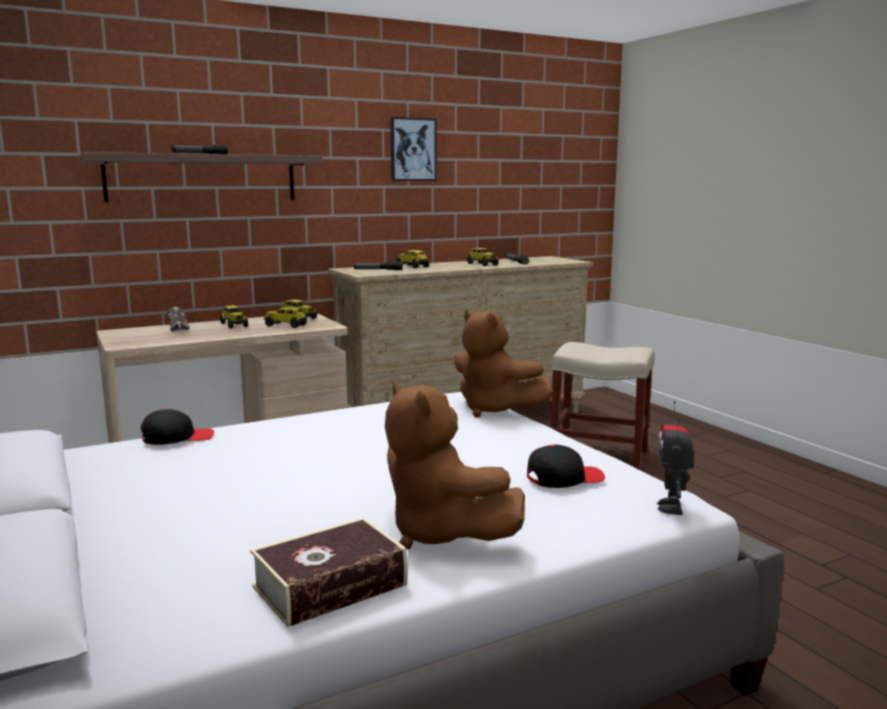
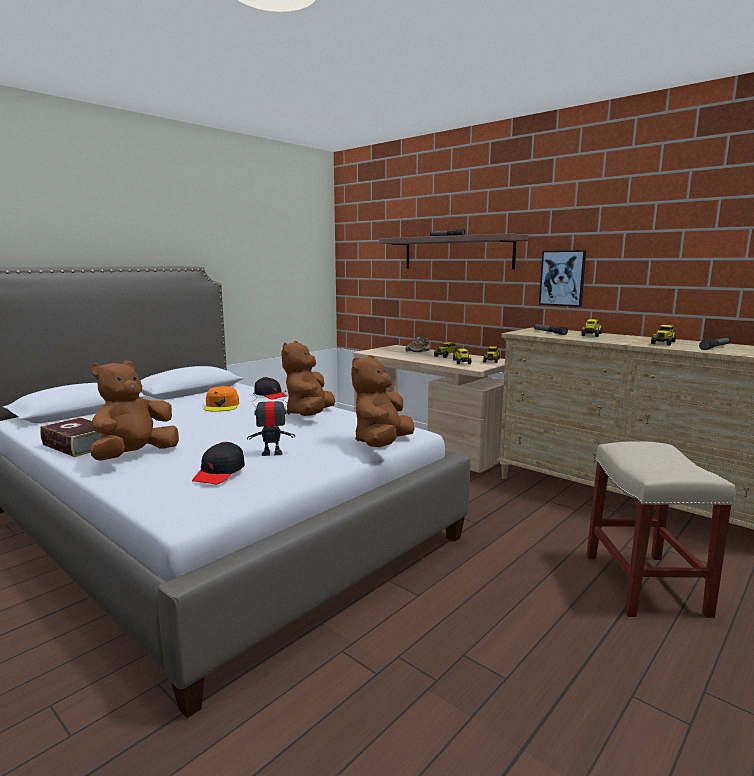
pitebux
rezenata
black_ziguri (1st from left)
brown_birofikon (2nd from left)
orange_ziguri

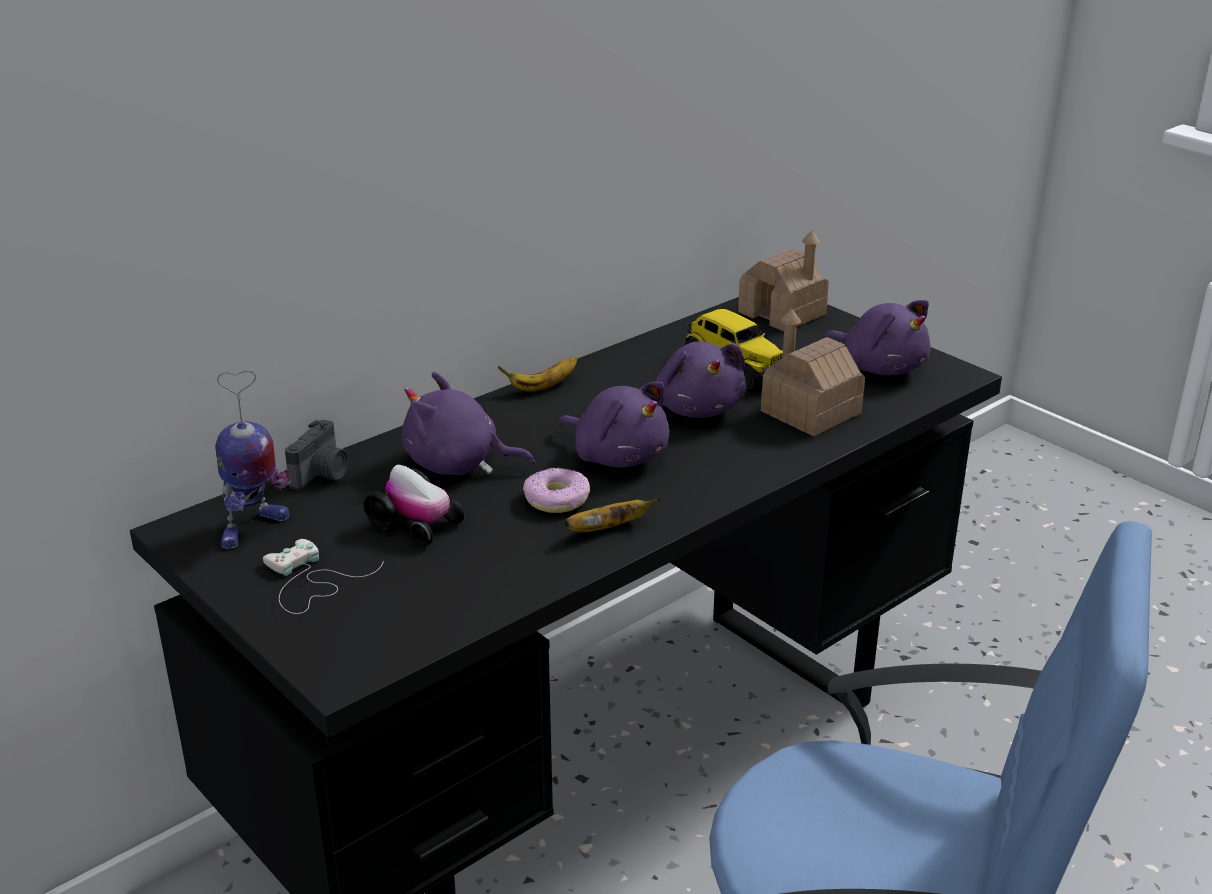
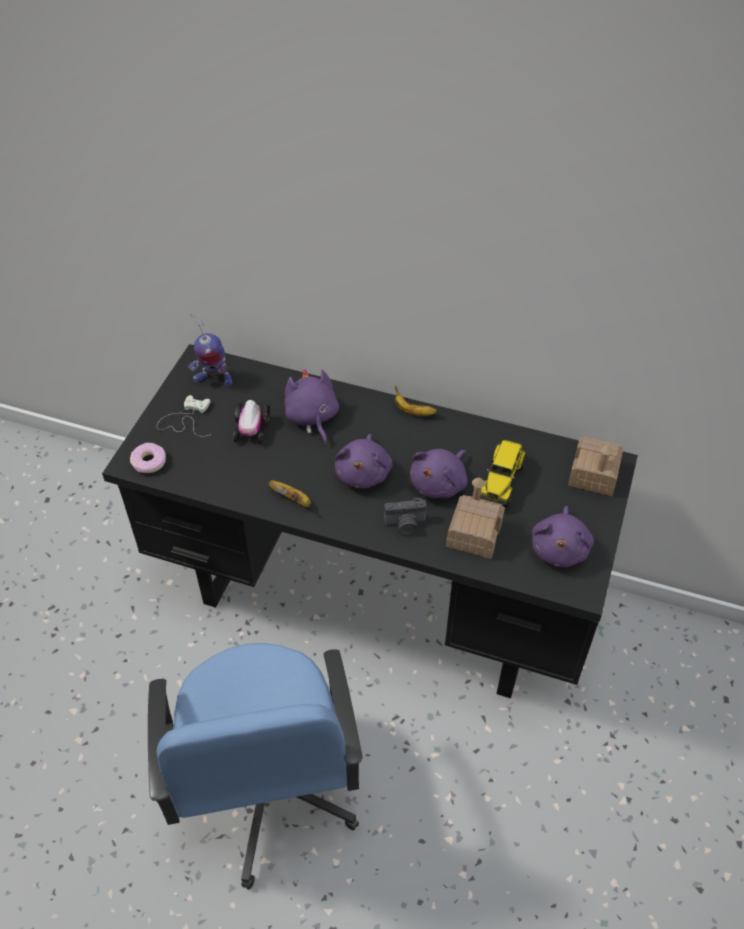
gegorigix
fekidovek

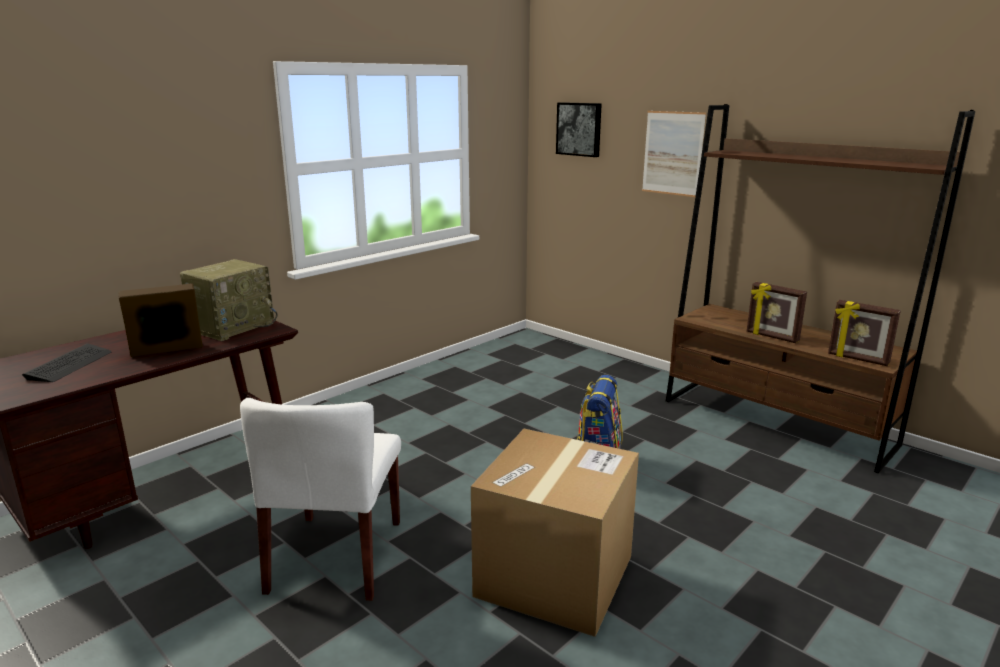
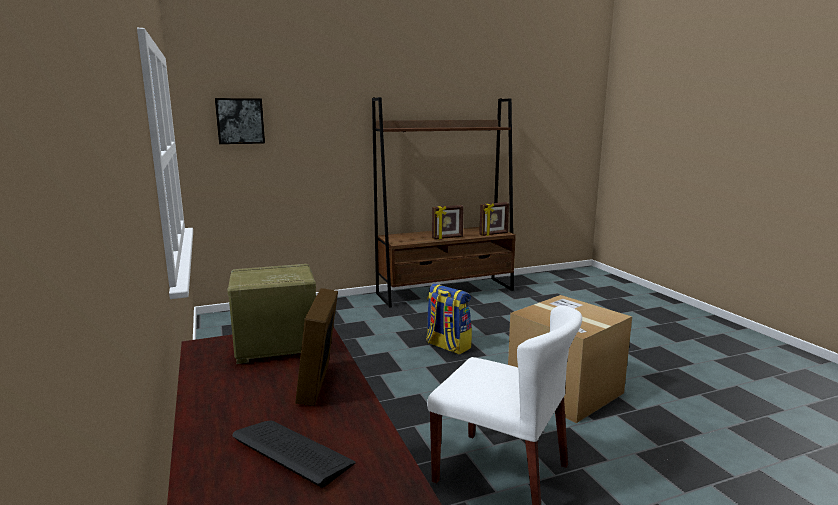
pitebux (2nd from left in the first image)
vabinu

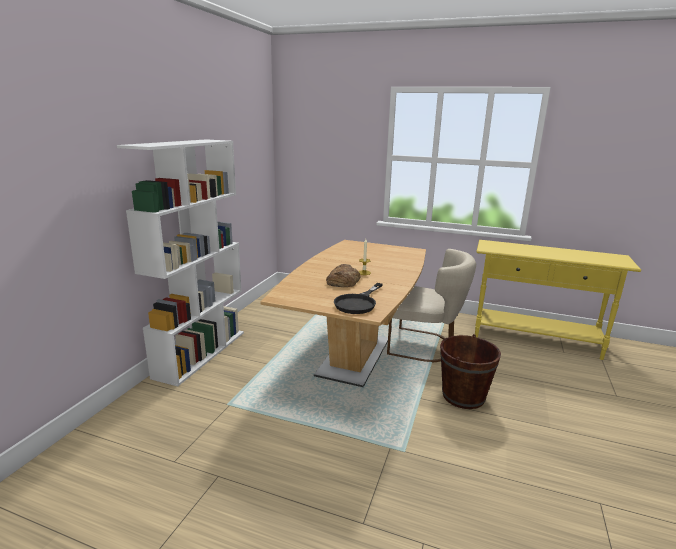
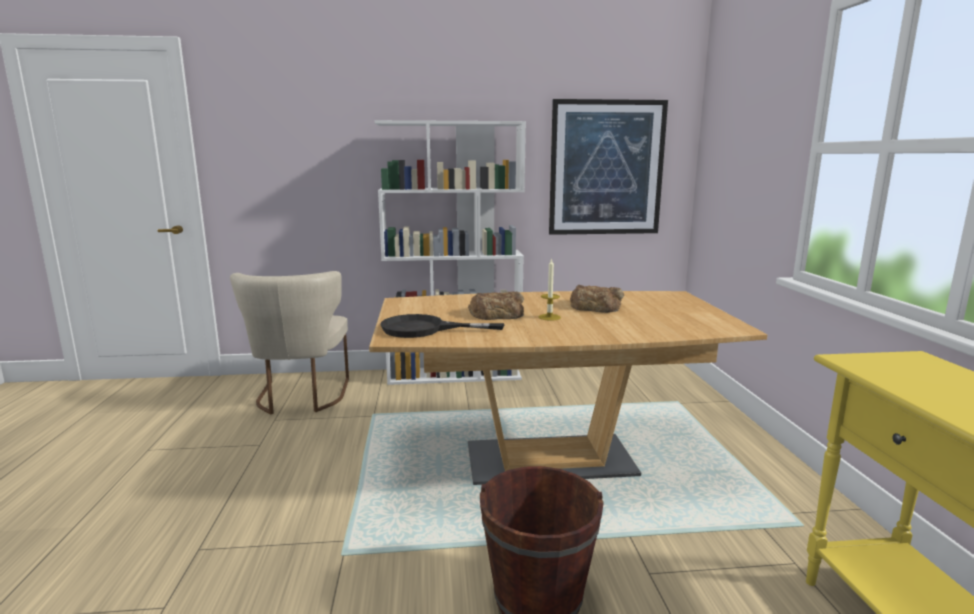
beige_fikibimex
pitebux
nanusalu (2nd from left)

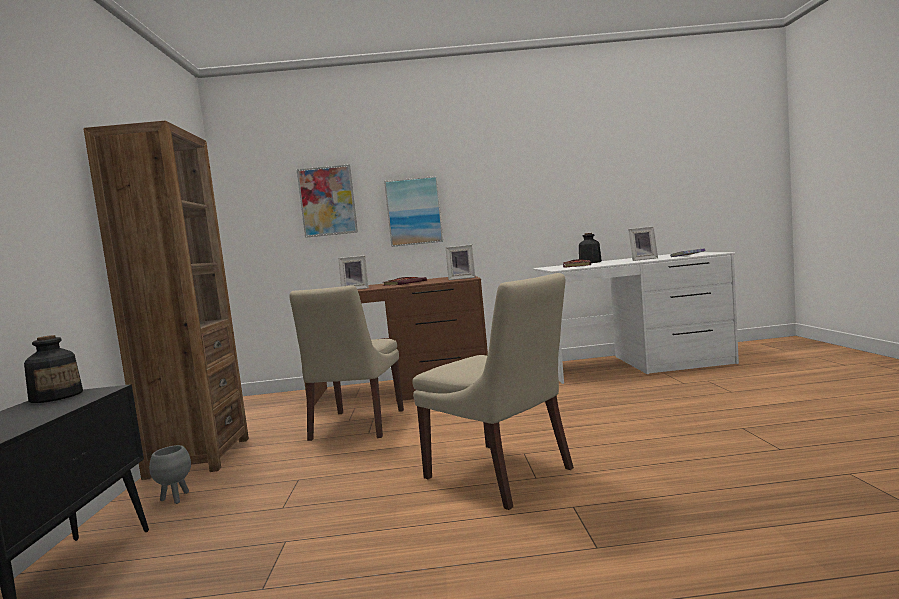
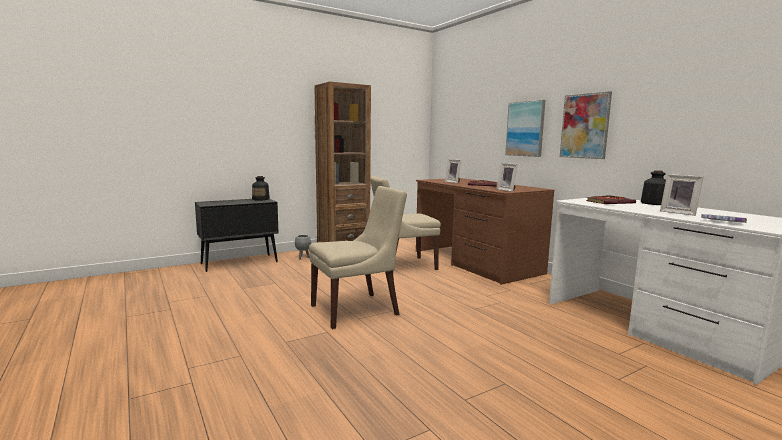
pitebux (2nd from left)
beige_fikibimex (1st from left)

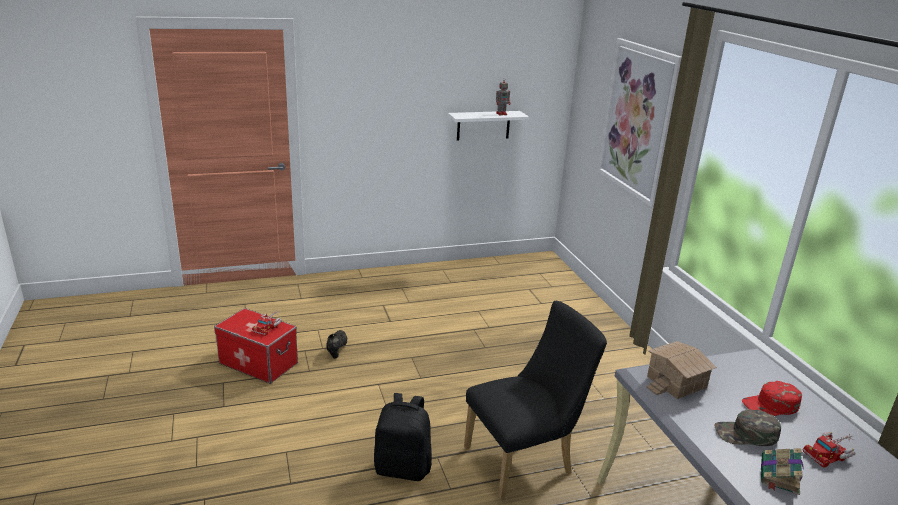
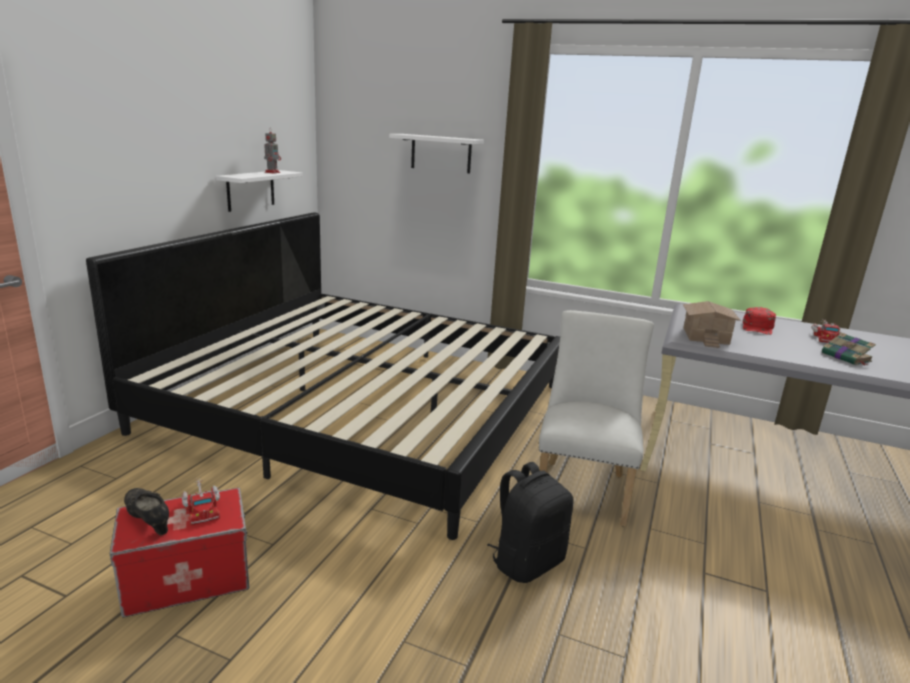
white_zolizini (2nd from left)
white_fikibimex
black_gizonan
green_ziguri
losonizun

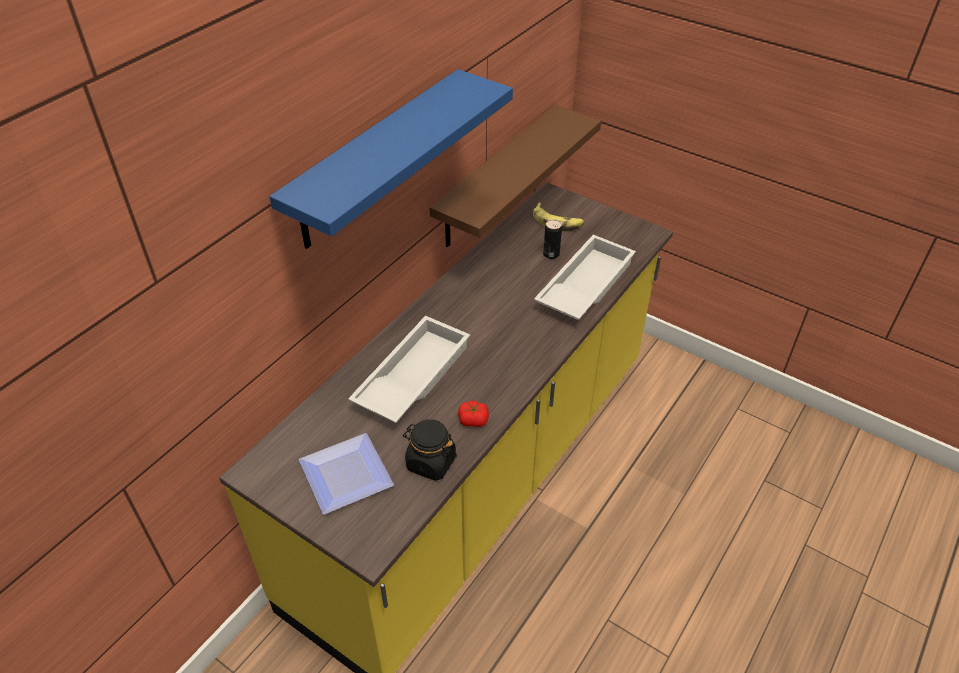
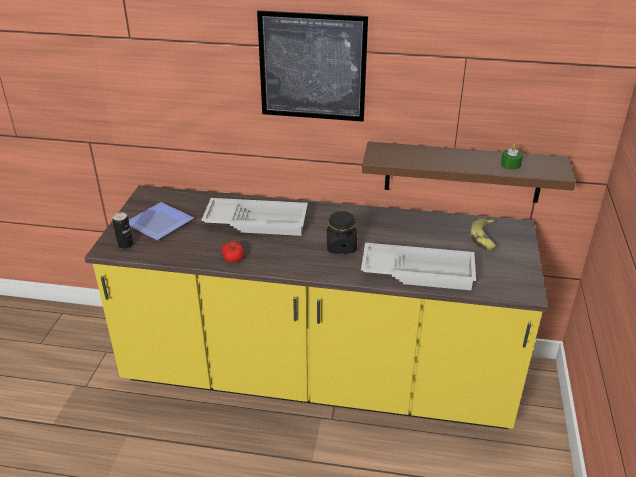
pitebux
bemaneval
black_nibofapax
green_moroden

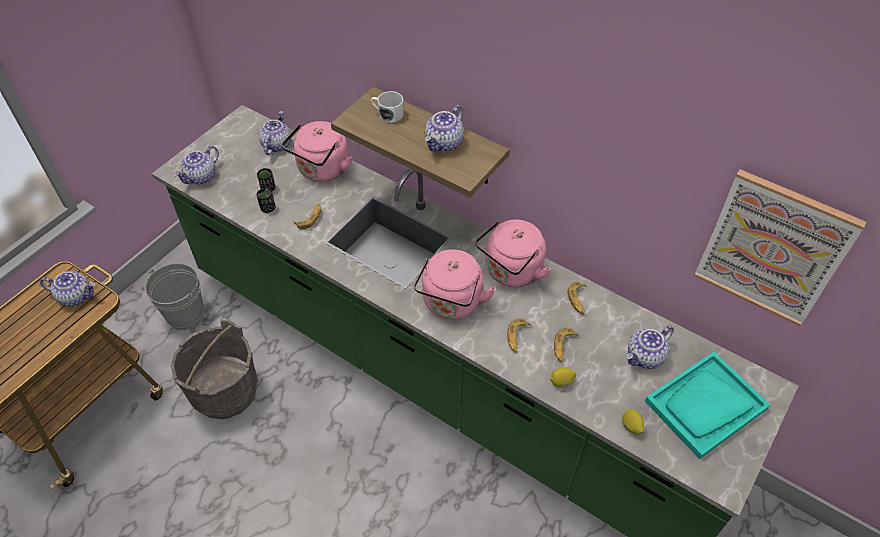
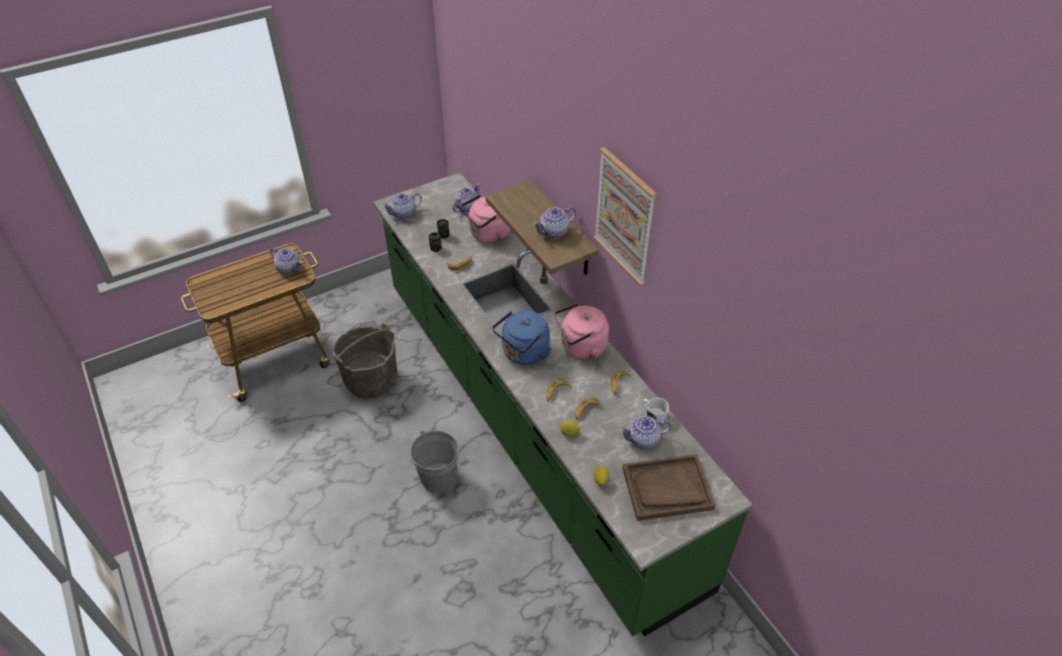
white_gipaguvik
pitebux
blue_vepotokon
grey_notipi (2nd from left)
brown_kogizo

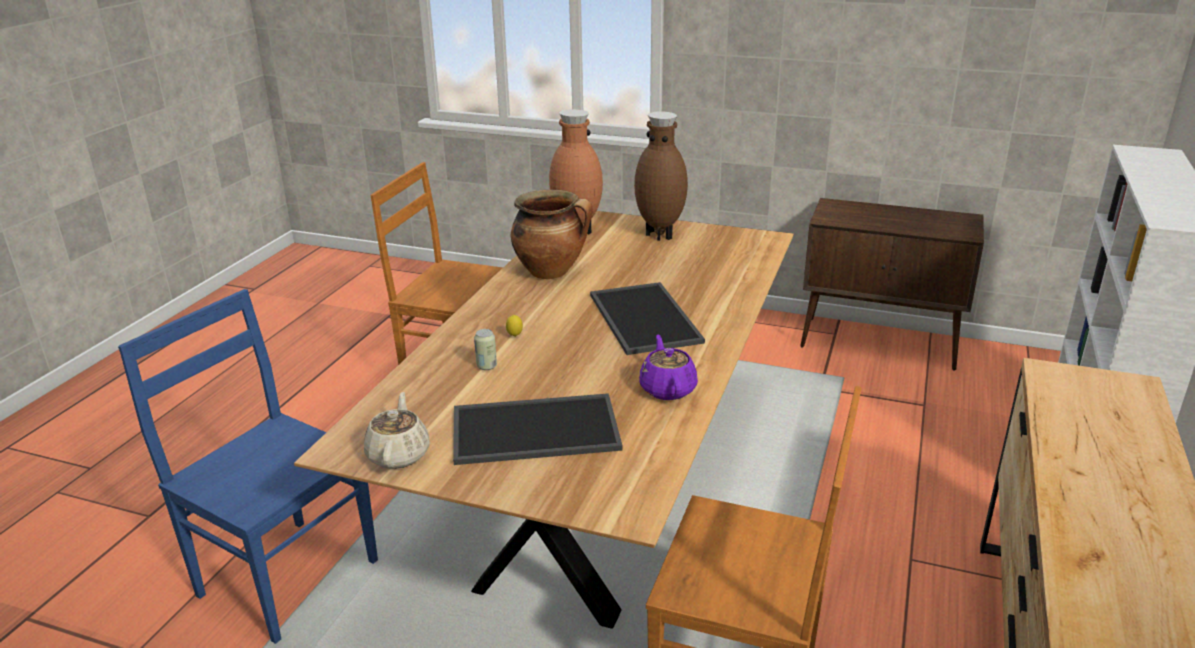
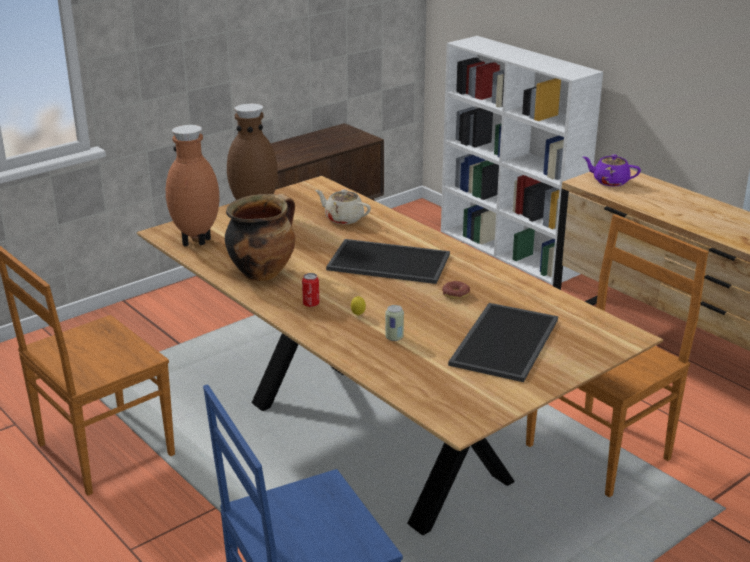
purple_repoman
beige_repoman
bemaneval (1st from left)
fekidovek

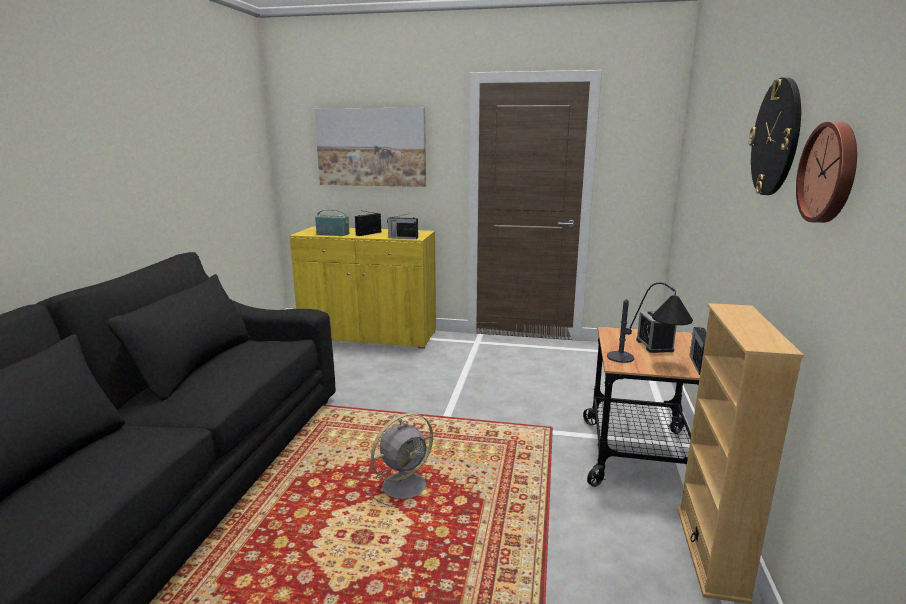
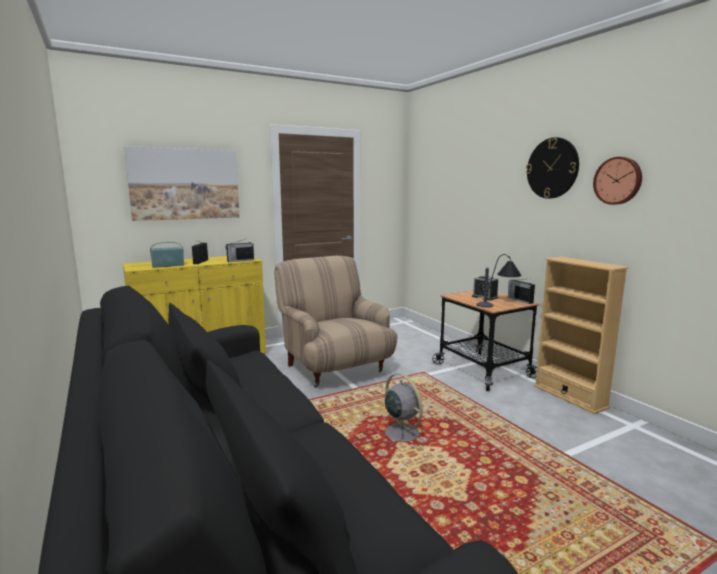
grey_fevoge
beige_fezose

